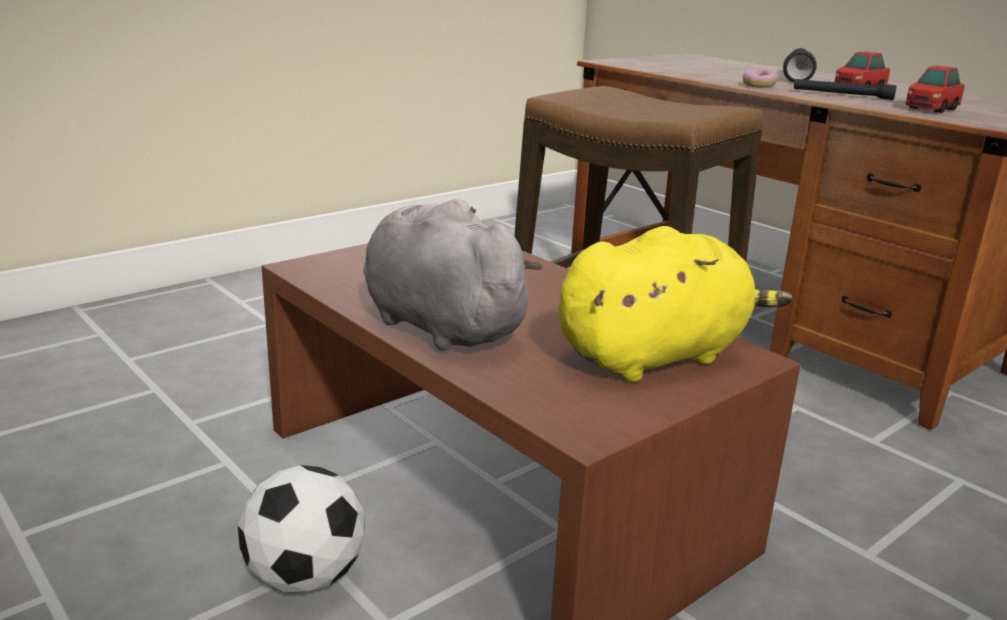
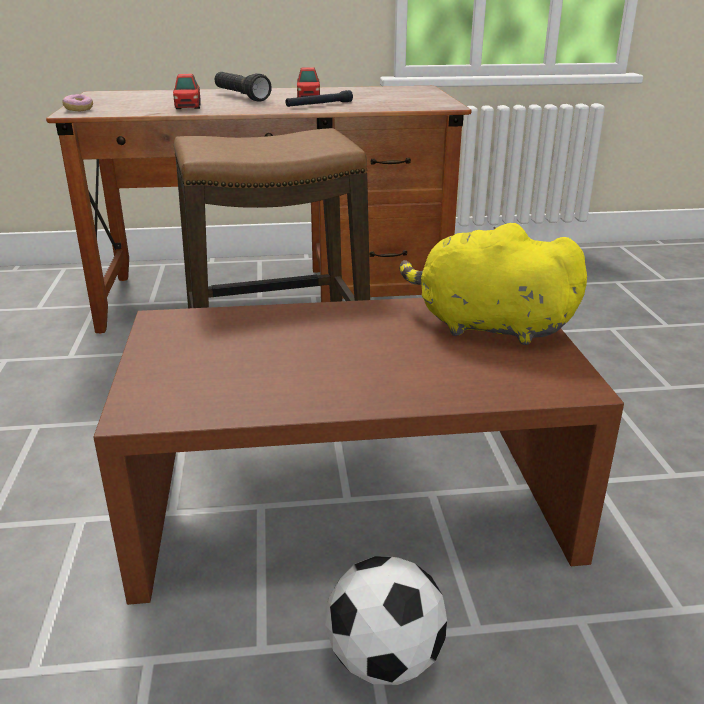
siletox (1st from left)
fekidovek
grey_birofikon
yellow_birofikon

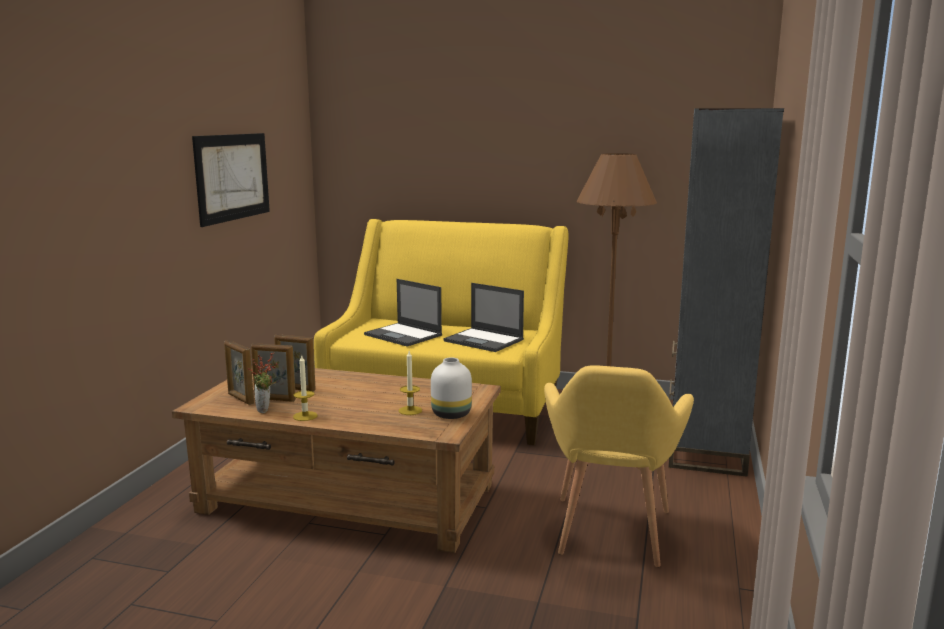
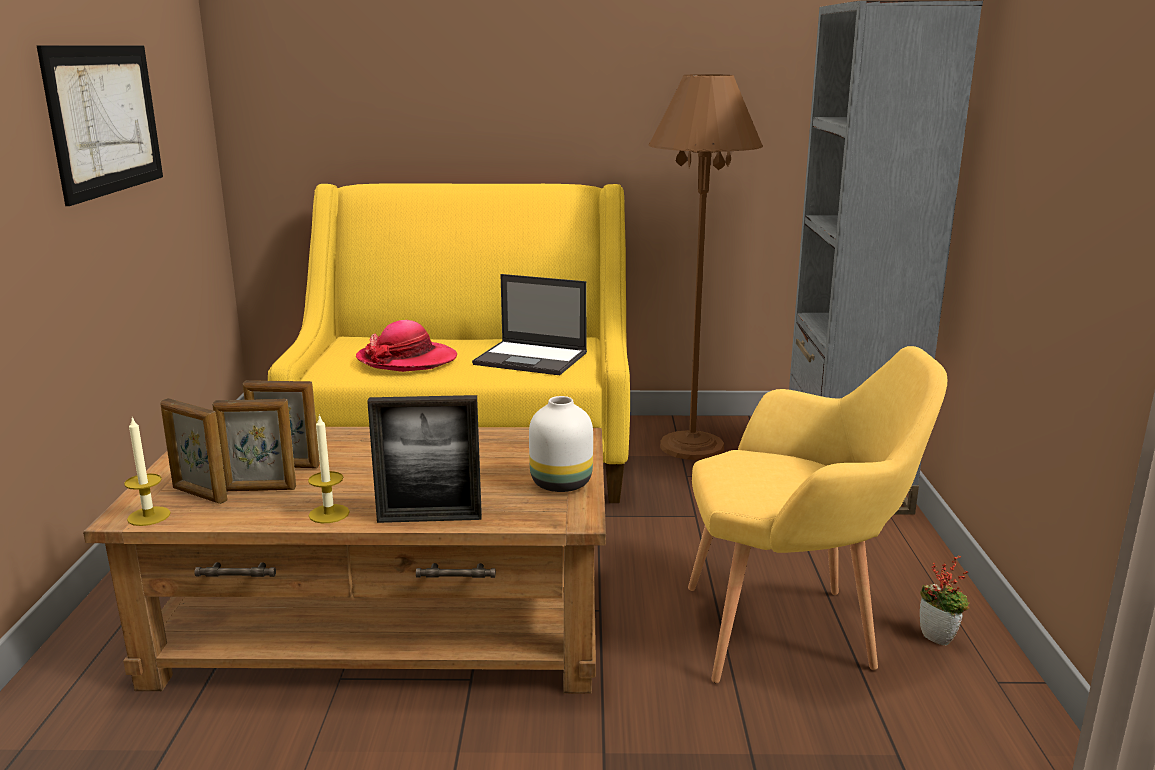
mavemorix
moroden (1st from left)
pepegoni
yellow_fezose
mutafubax (4th from left)

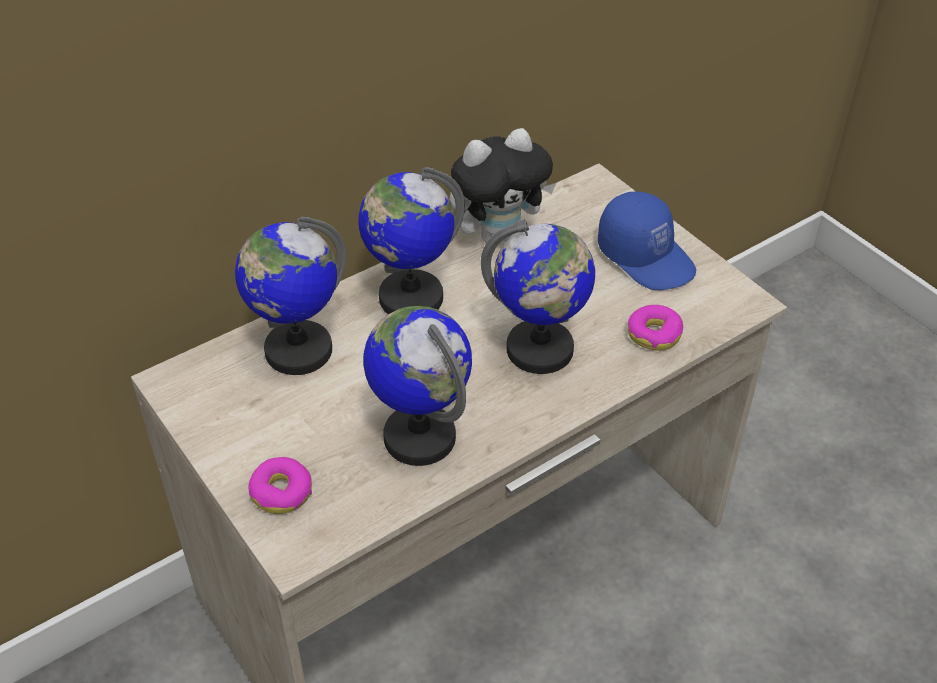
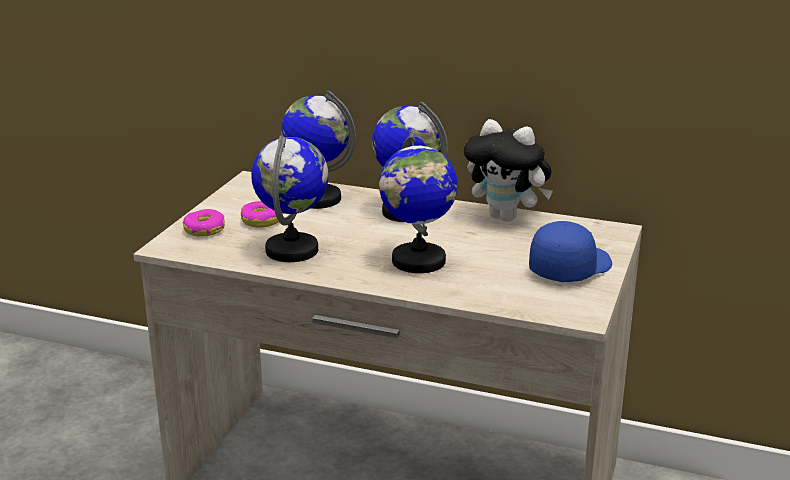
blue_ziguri
fekidovek (2nd from left)

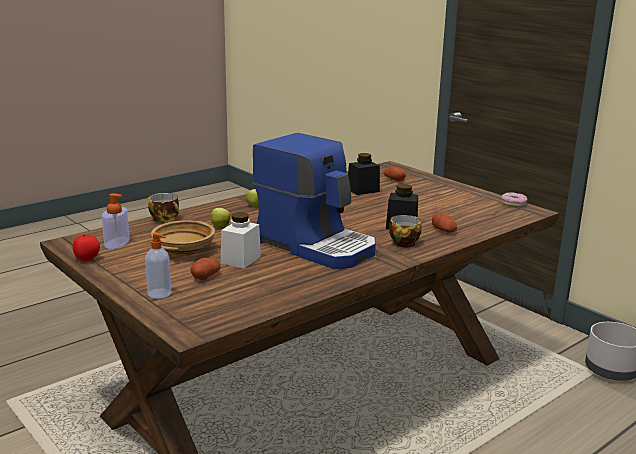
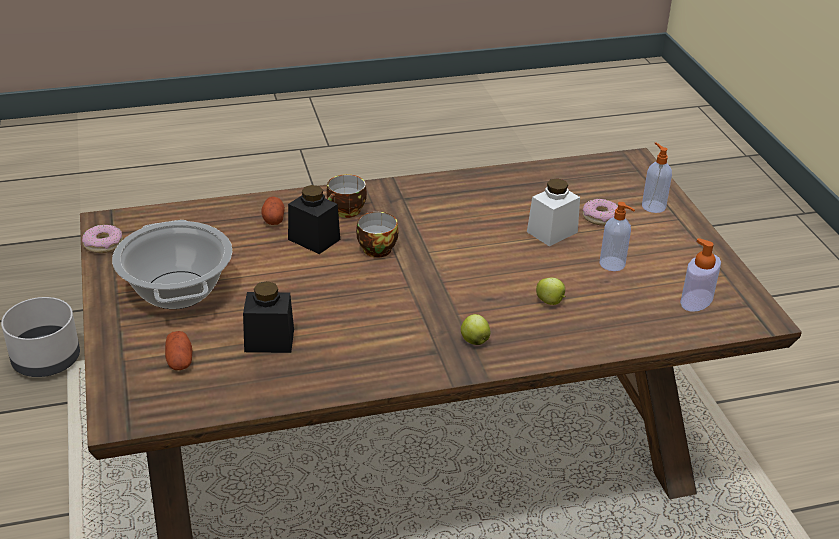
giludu
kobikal (2nd from left)
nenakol (1st from left)
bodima
fekidovek (2nd from left)
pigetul

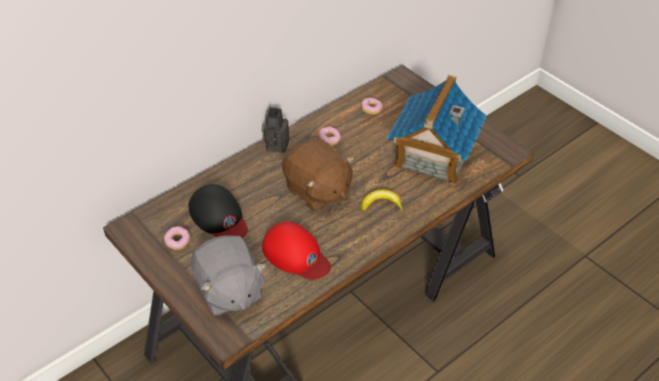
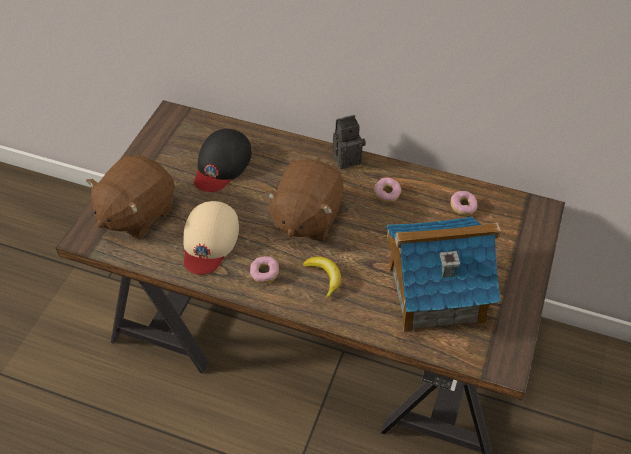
beige_ziguri
fekidovek (1st from left)
brown_birofikon (1st from left)

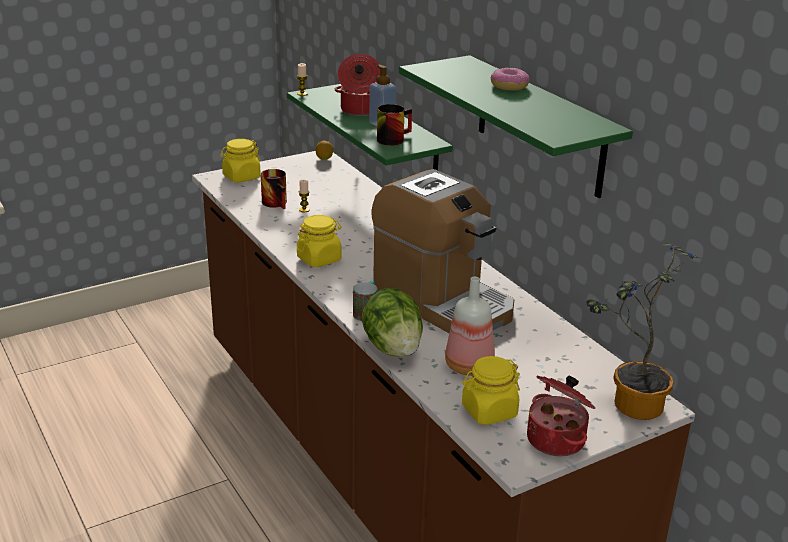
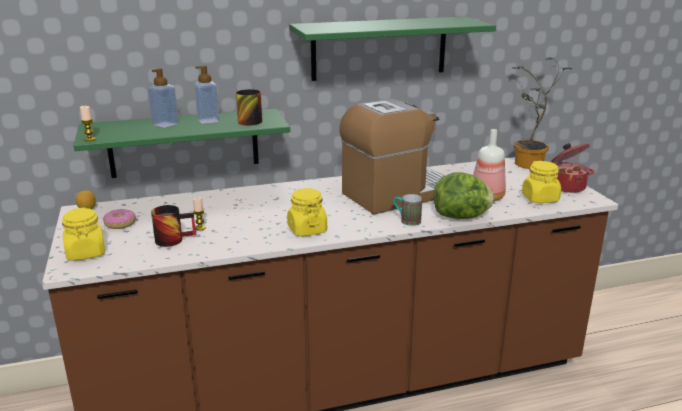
nenakol (1st from left)
fekidovek

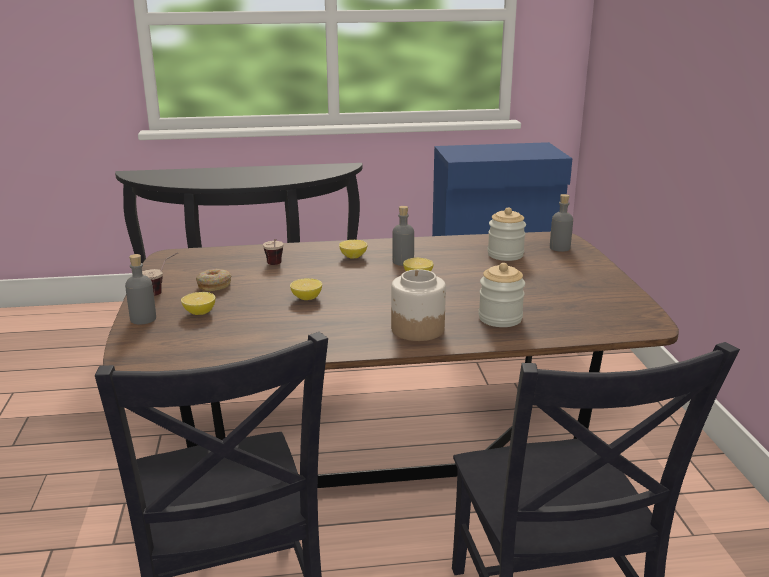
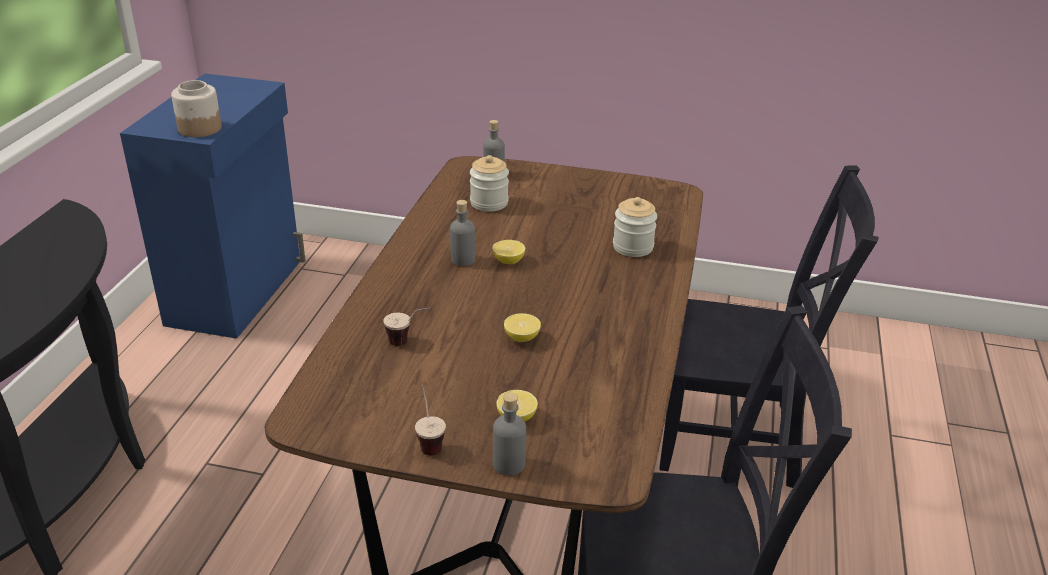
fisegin (3rd from left in the first image)
fekidovek
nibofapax (1st from left)

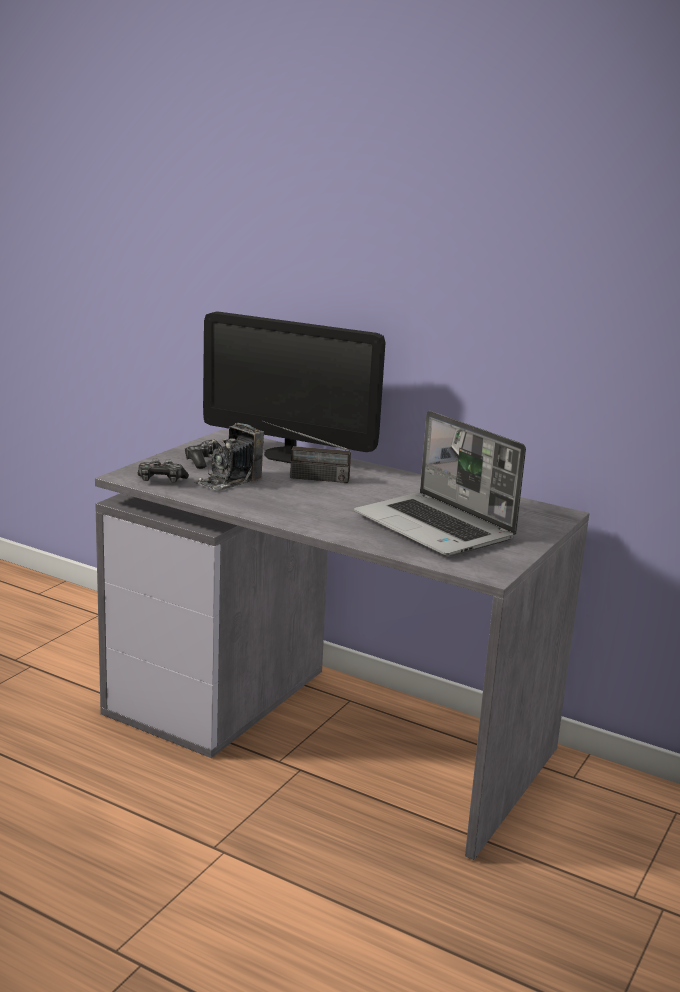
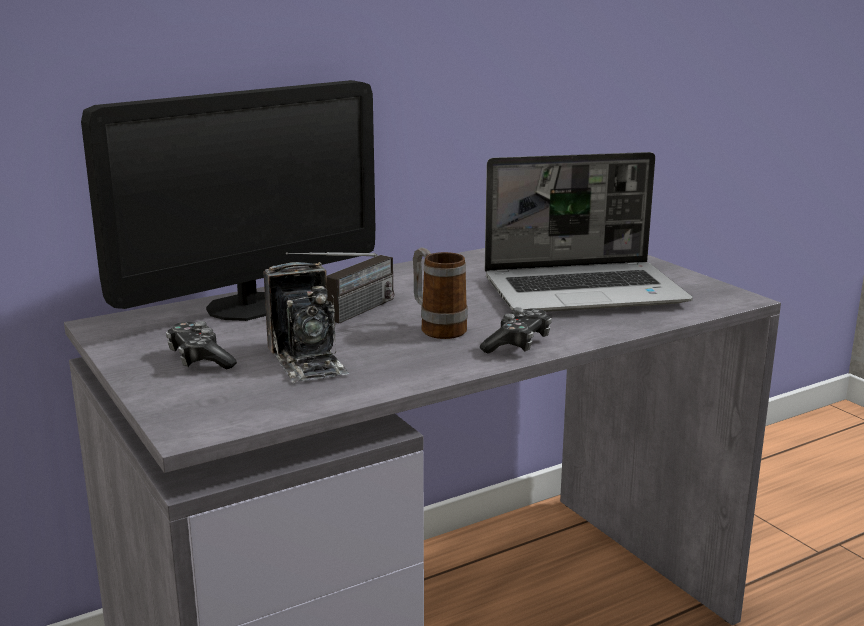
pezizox (2nd from left)
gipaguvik

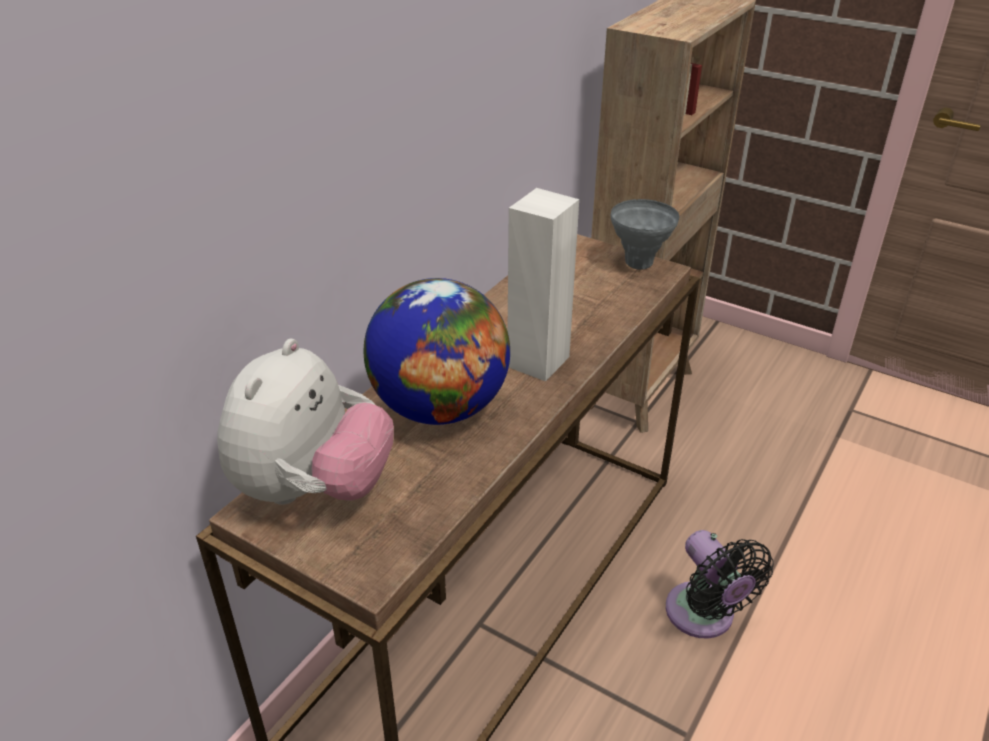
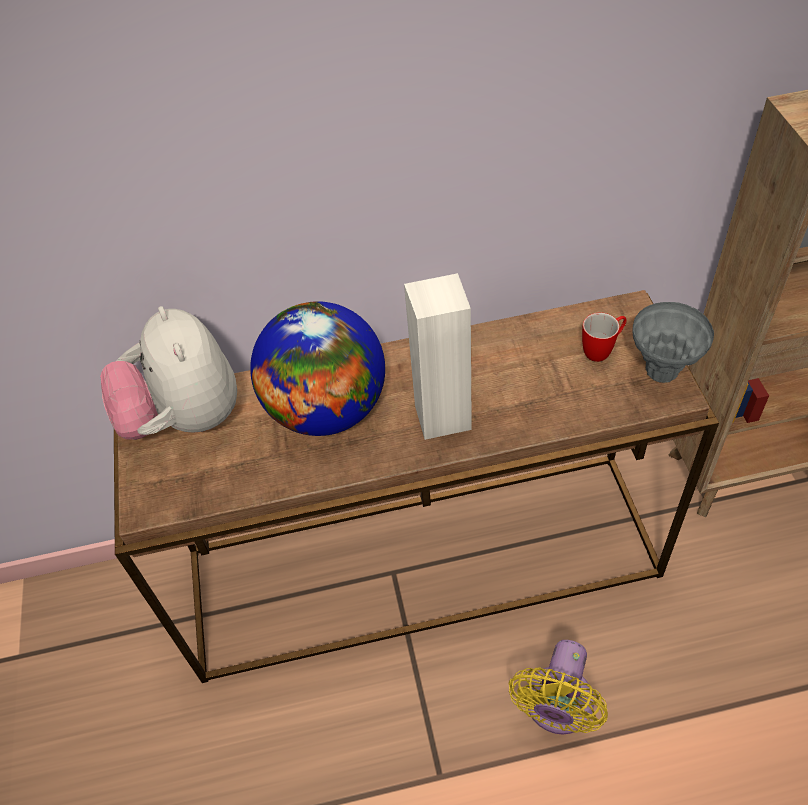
birofikon
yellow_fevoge
gipaguvik

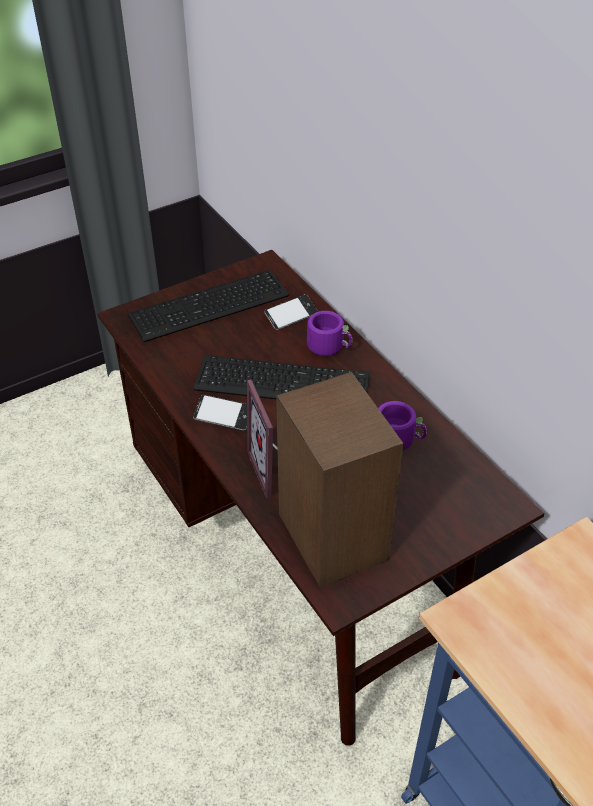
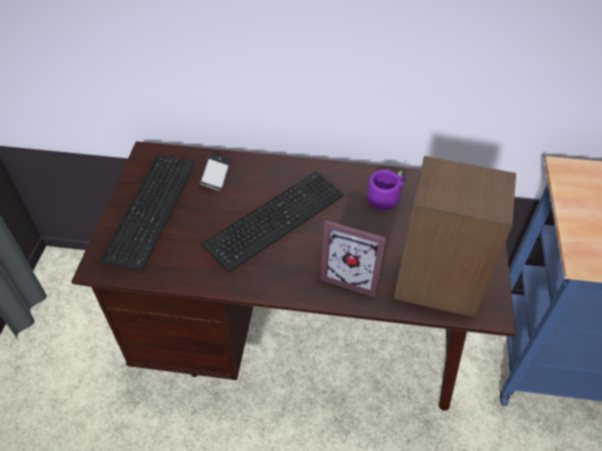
purple_gipaguvik (1st from left in the first image)
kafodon (1st from left in the first image)

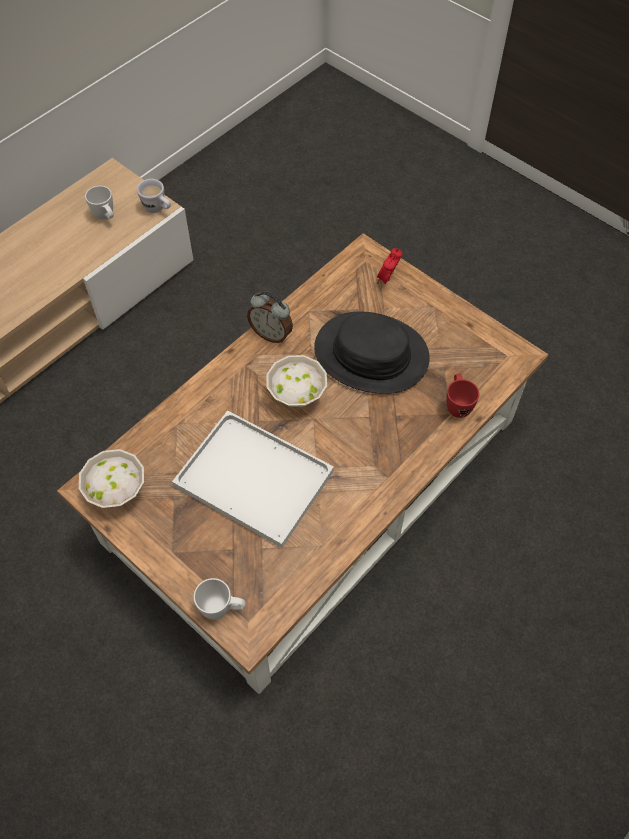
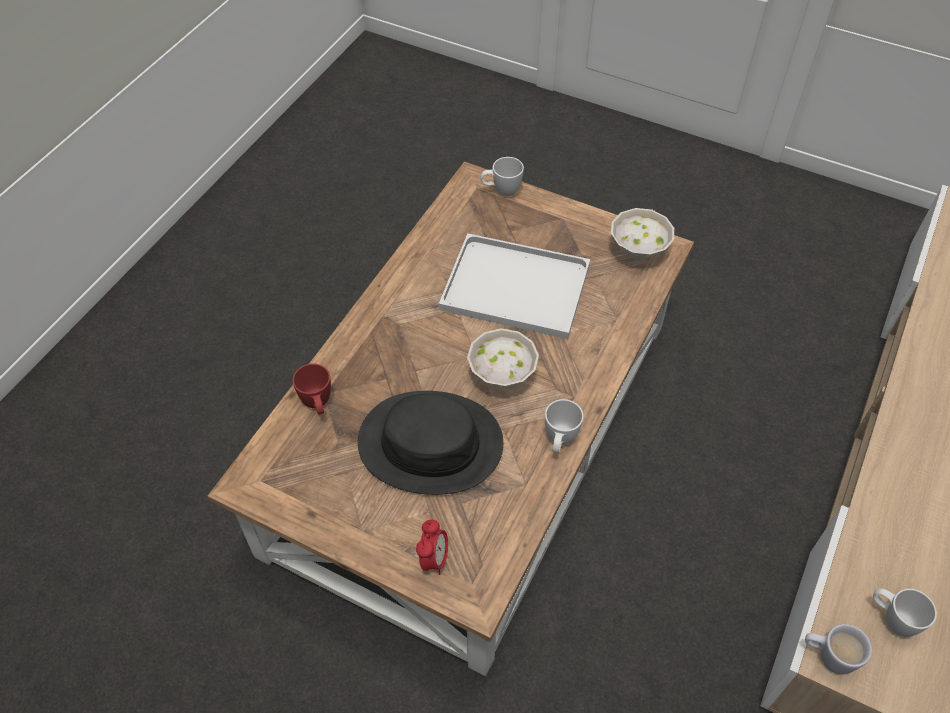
white_gipaguvik (2nd from left)

